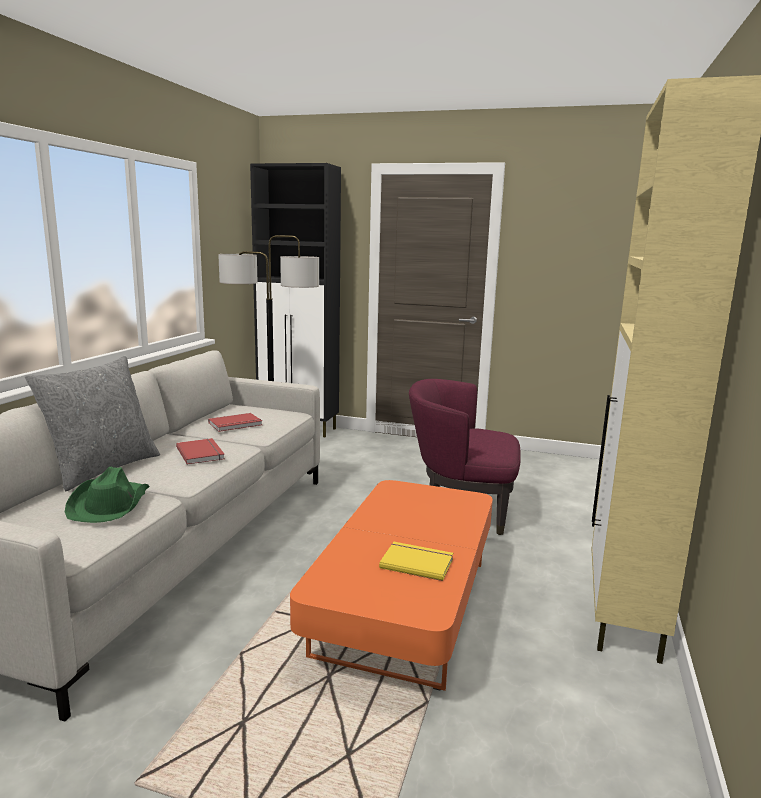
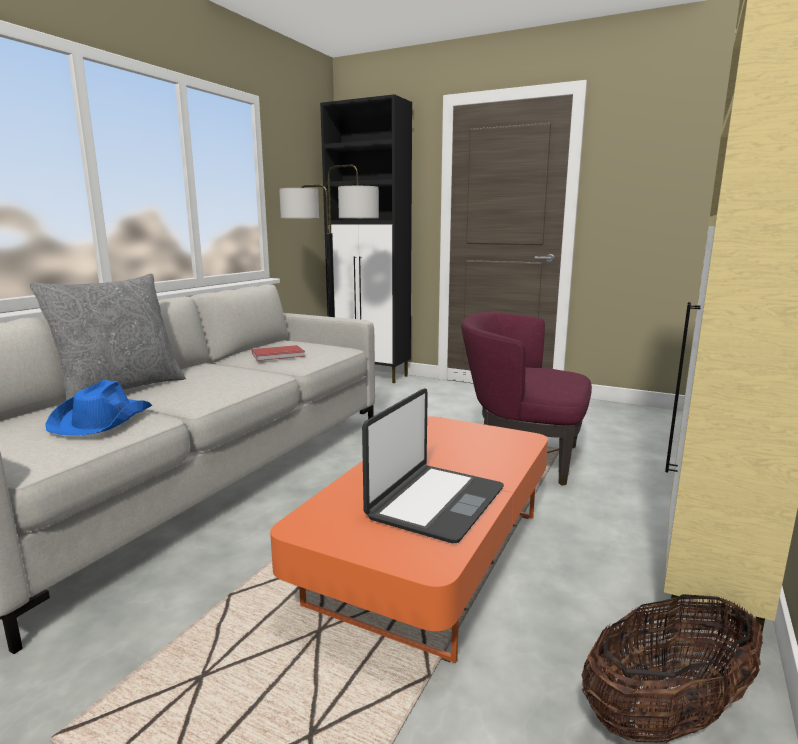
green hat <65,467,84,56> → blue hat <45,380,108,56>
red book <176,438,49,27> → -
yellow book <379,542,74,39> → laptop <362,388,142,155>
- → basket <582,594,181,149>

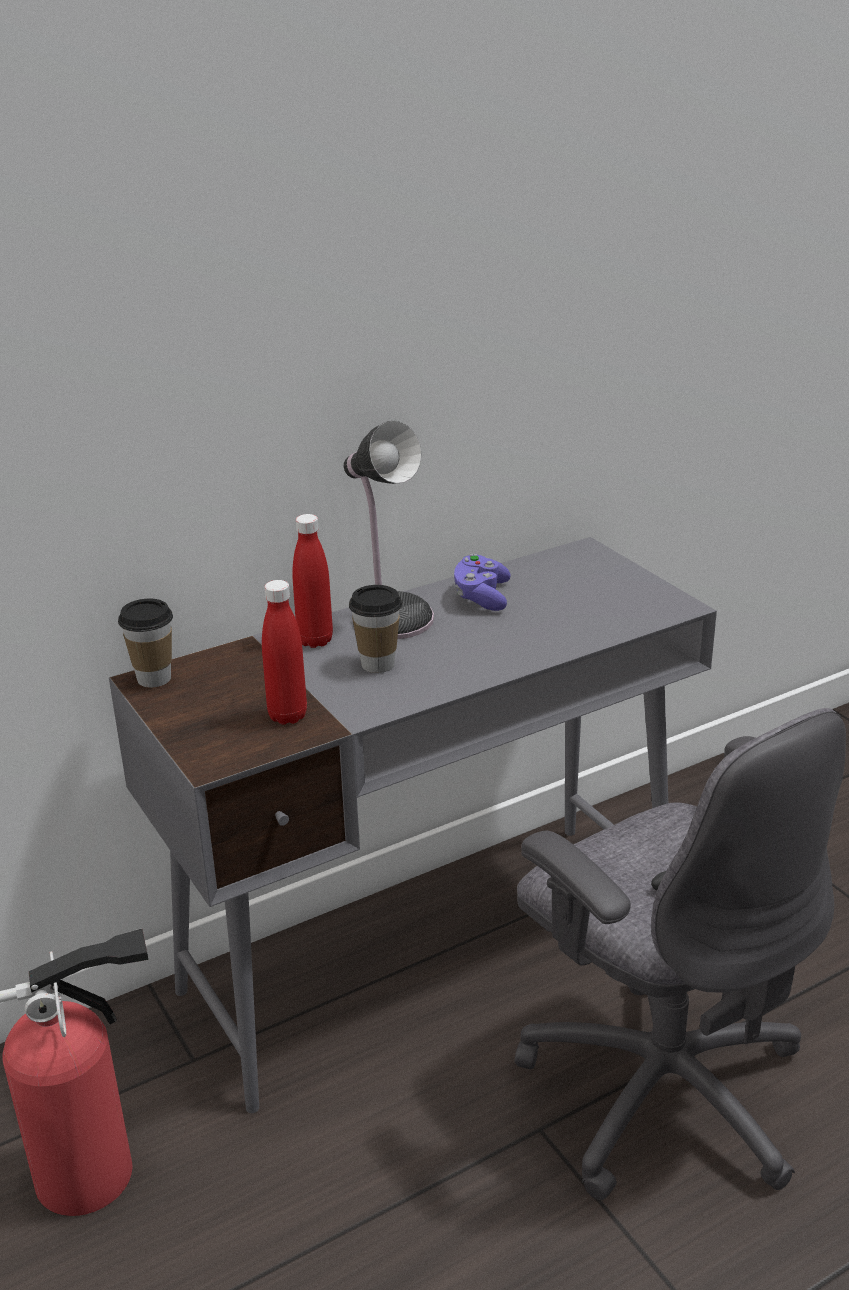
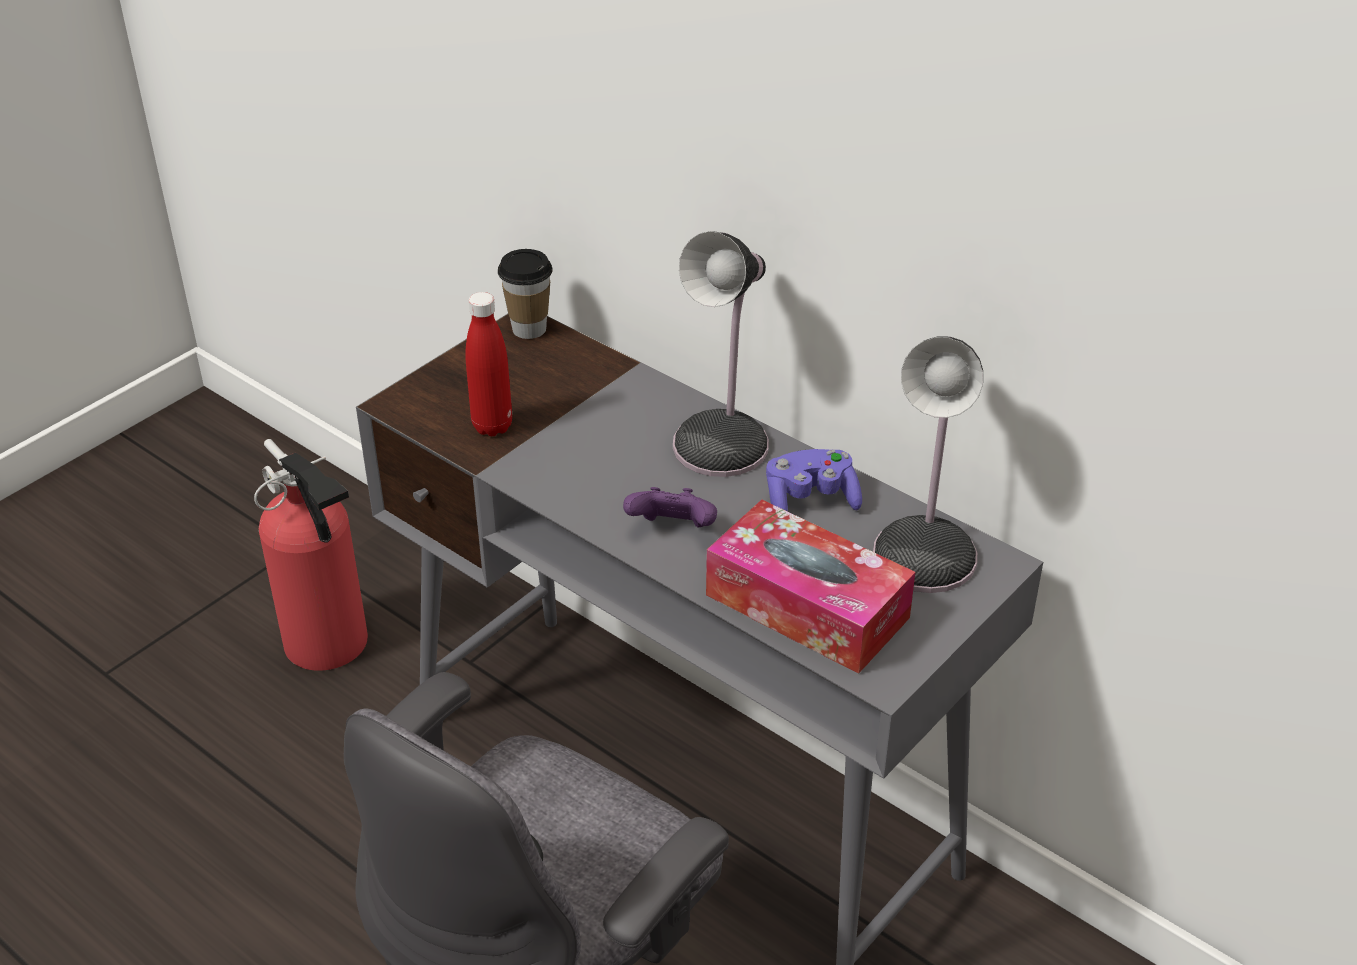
red bottle <292,514,41,134> → -
cup <349,585,53,88> → -
- → purple game controller <623,487,94,40>
- → tissue box <706,500,209,174>
- → table lamp <873,336,110,257>

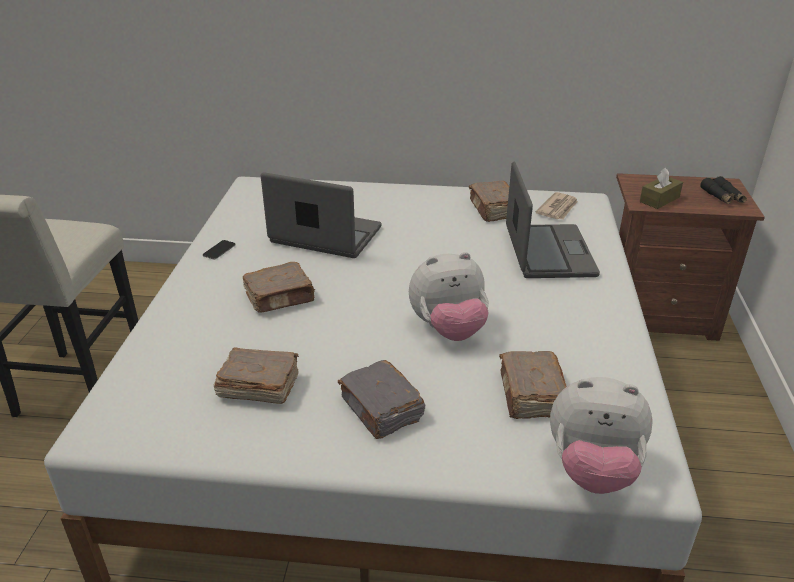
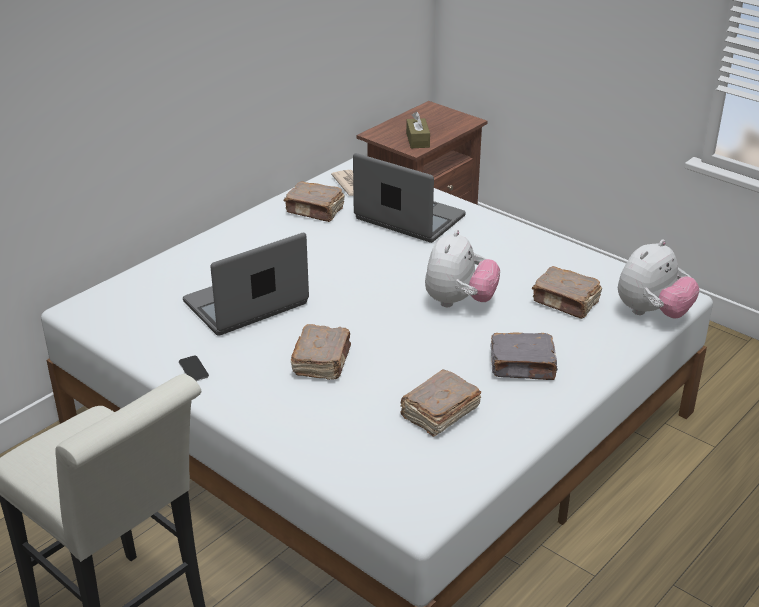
black binoculars <700,176,47,28> → -

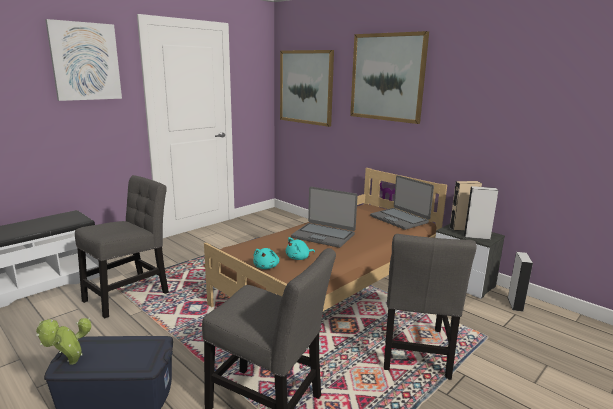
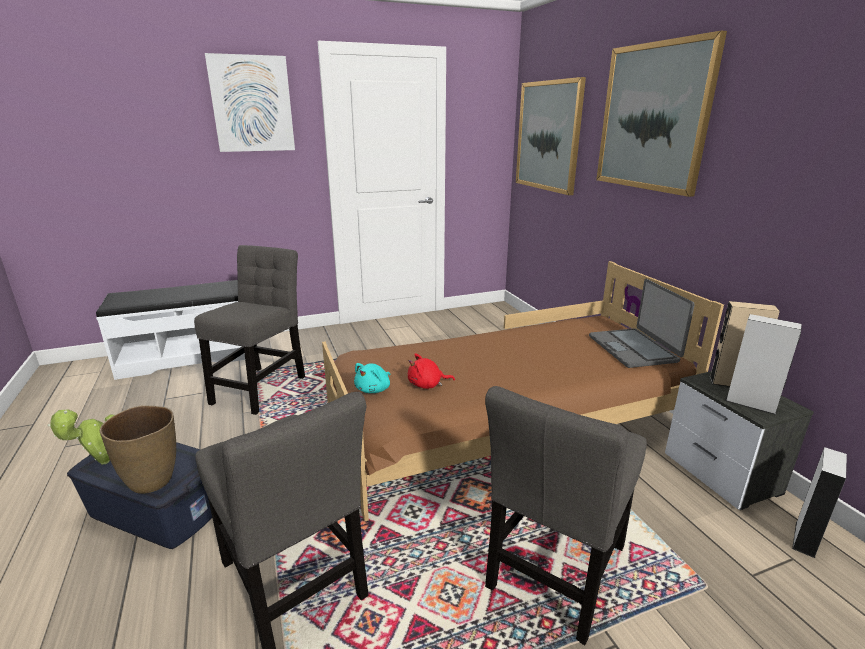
grey chair <75,175,94,143> → grey chair <194,245,111,170>, 45 degrees counterclockwise
turquoise plush toy <286,237,29,23> → red plush toy <408,353,47,36>
laptop <291,187,67,61> → -
- → brown vase <100,405,76,89>

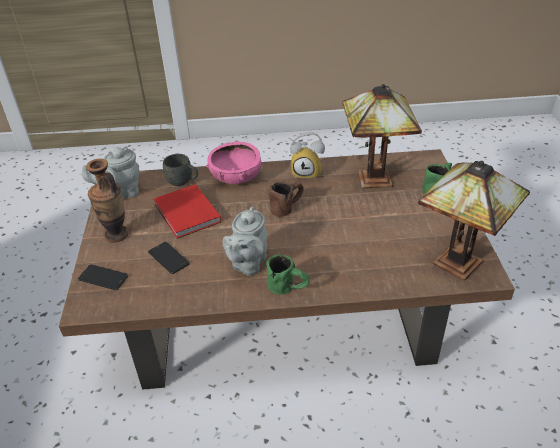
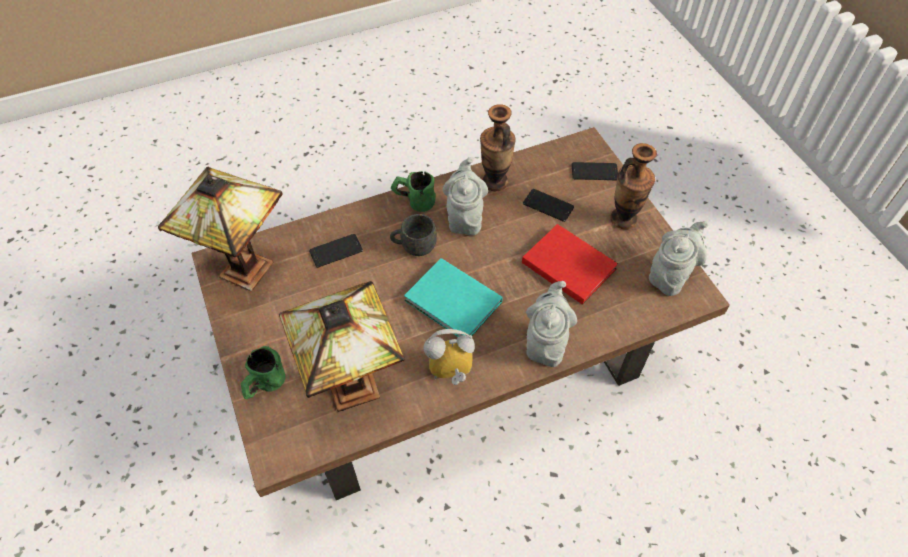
grey mug <163,154,35,32> → grey mug <390,214,47,42>, shifted
pink bowl <206,142,55,42> → grey teapot <526,281,51,86>
brown mug <268,182,36,35> → turquoise book <404,258,99,79>
- → phone <309,234,54,34>
- → vase <480,104,36,87>

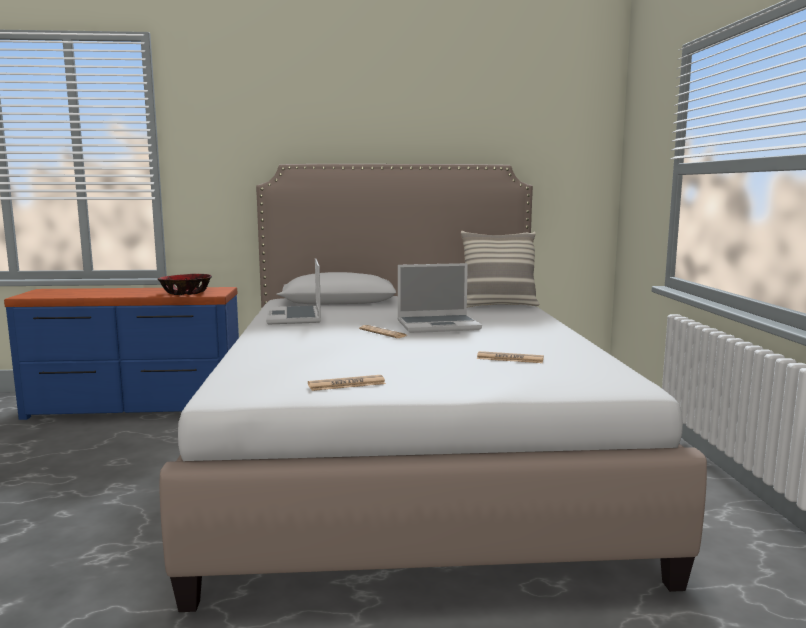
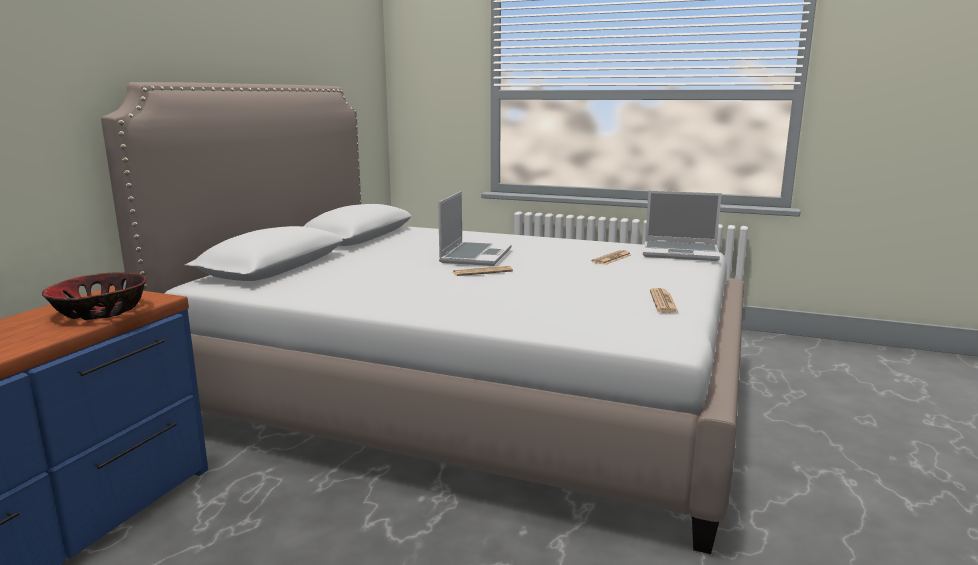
laptop <266,258,55,67> → laptop <643,191,79,70>, shifted
pillow <461,231,79,77> → -

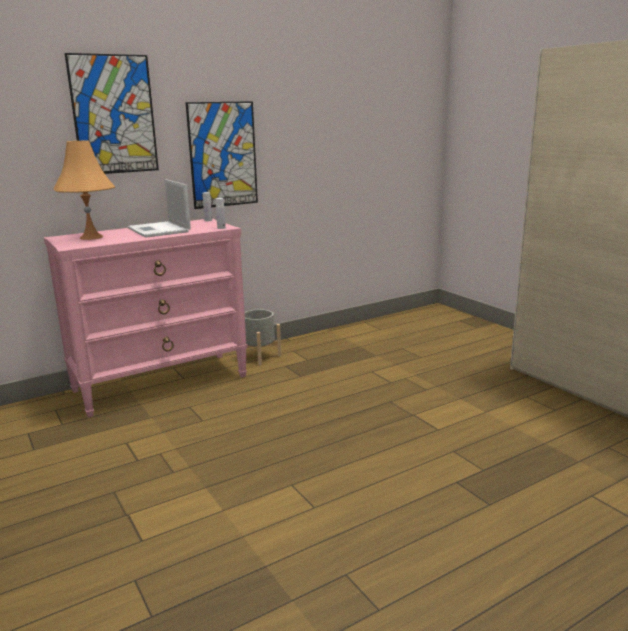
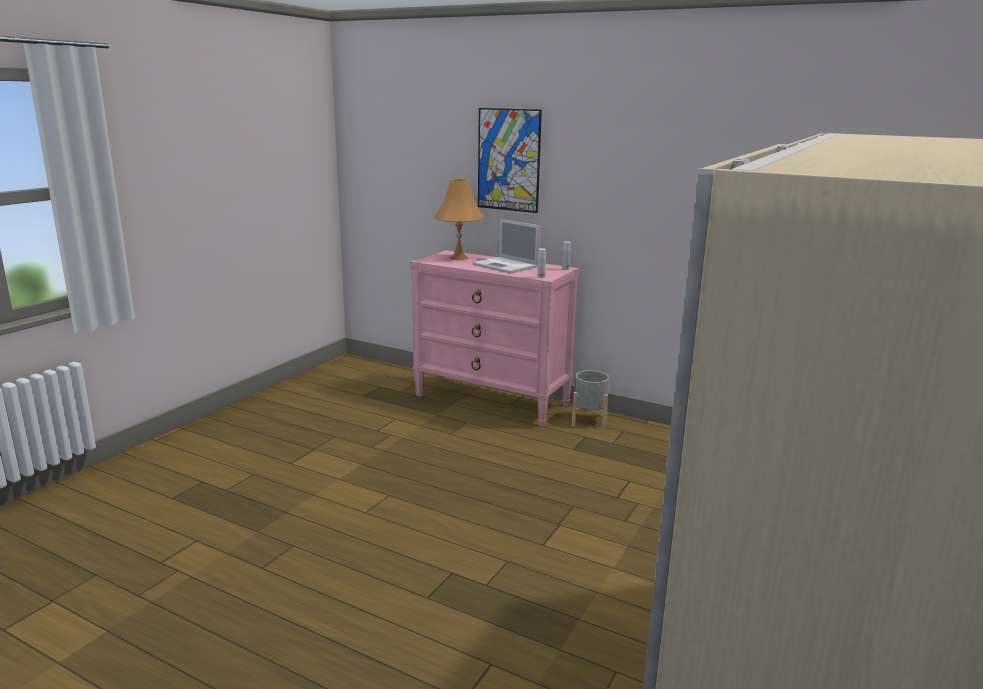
laptop <128,179,63,59> → laptop <472,219,68,55>, 75 degrees counterclockwise
picture <185,101,73,108> → -

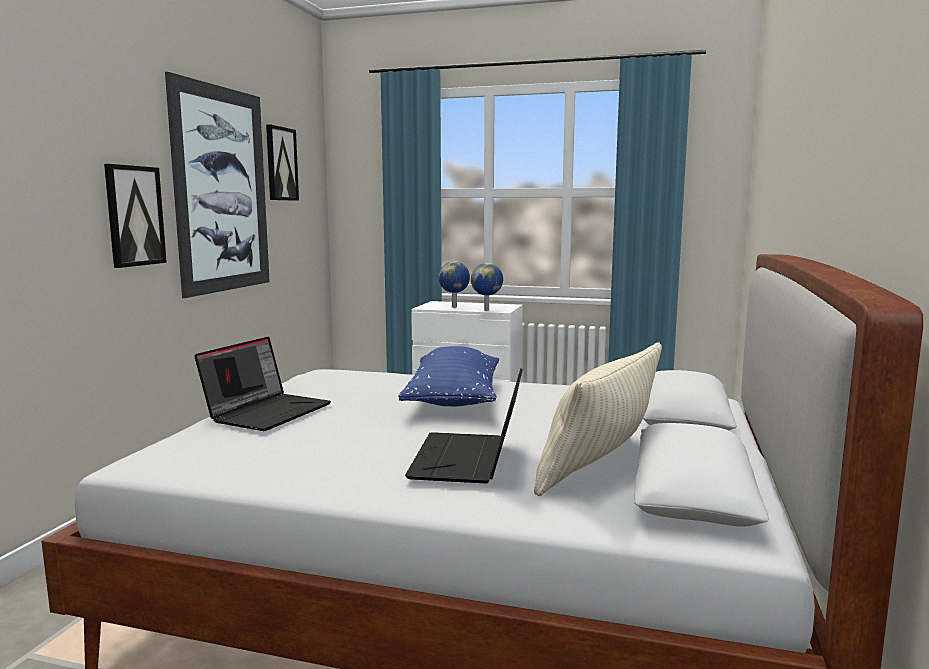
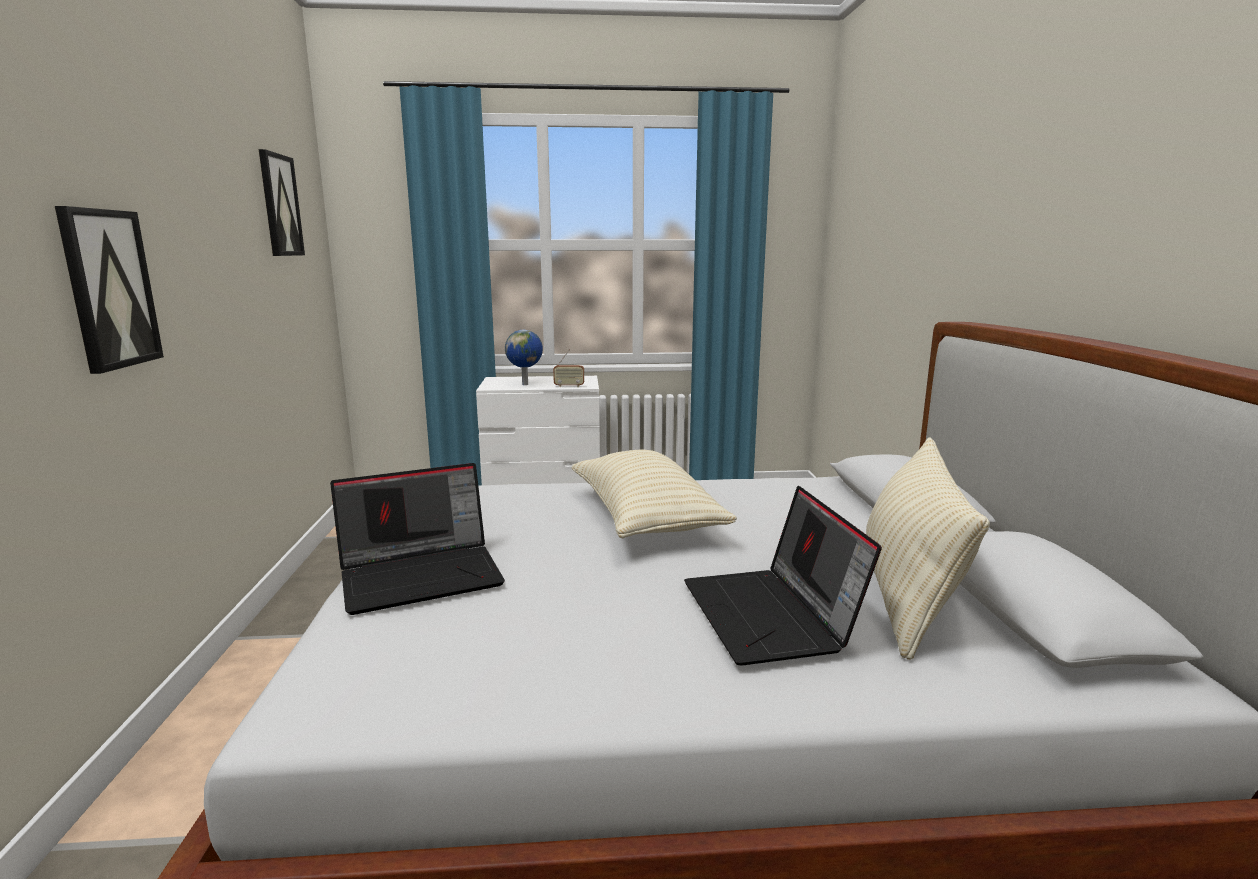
picture <165,72,105,226> → -
laptop <194,337,137,94> → laptop <330,463,175,152>, 60 degrees clockwise
blue pillow <398,346,101,60> → beige pillow <571,450,166,88>
globe <471,263,32,48> → radio <553,350,31,37>

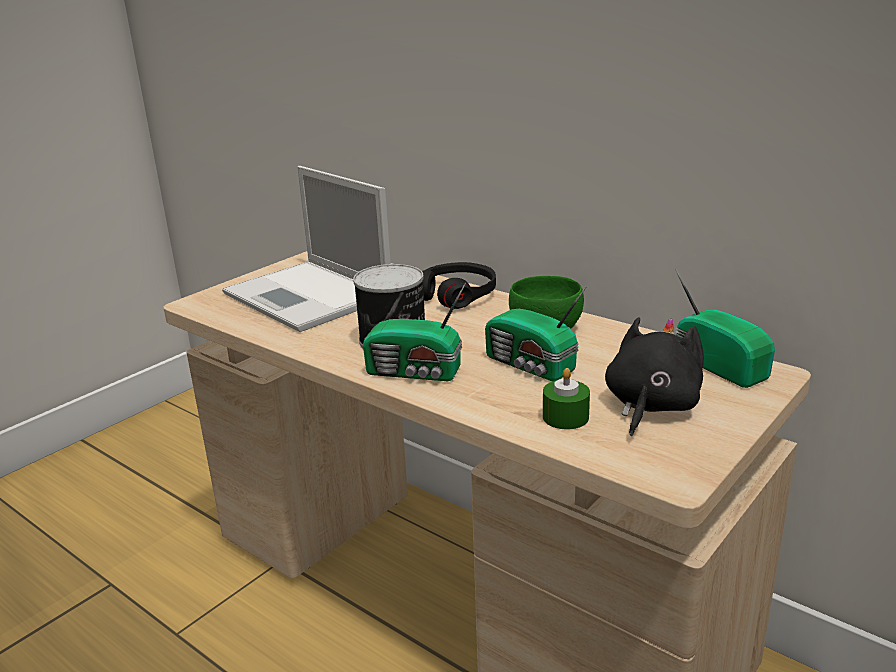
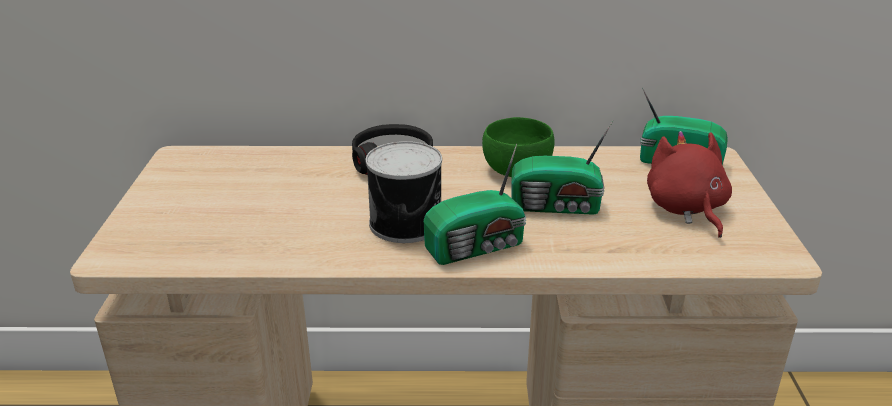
laptop <222,166,169,166> → -
green candle <543,368,47,61> → -
black plush toy <605,317,99,119> → red plush toy <647,131,85,107>

